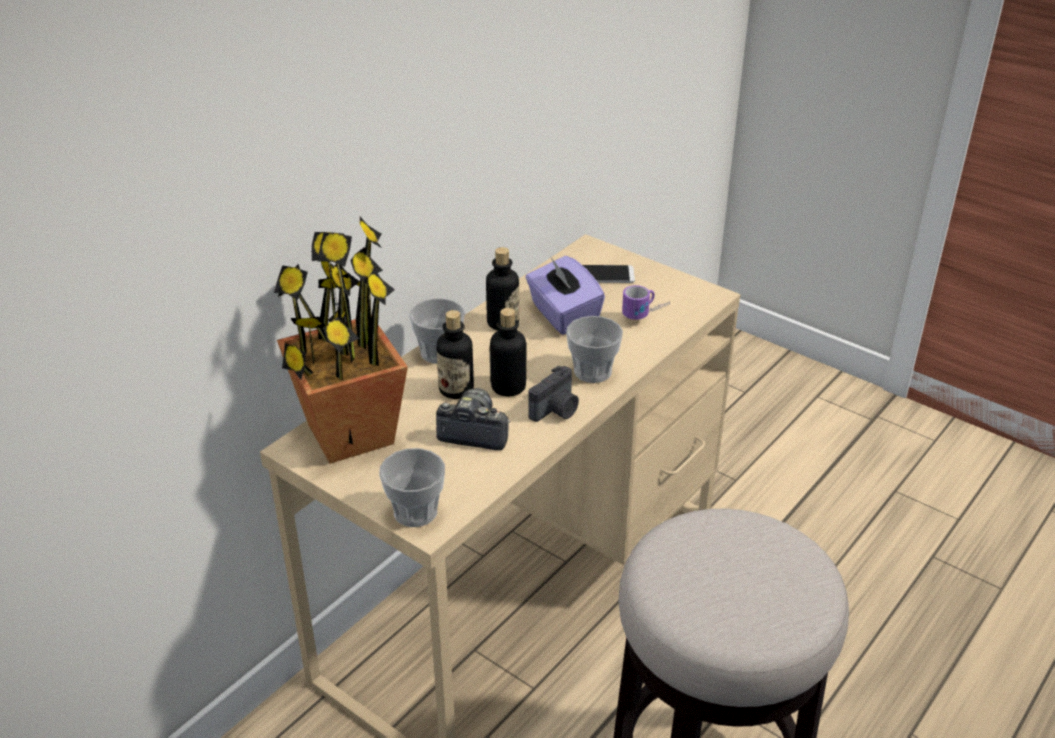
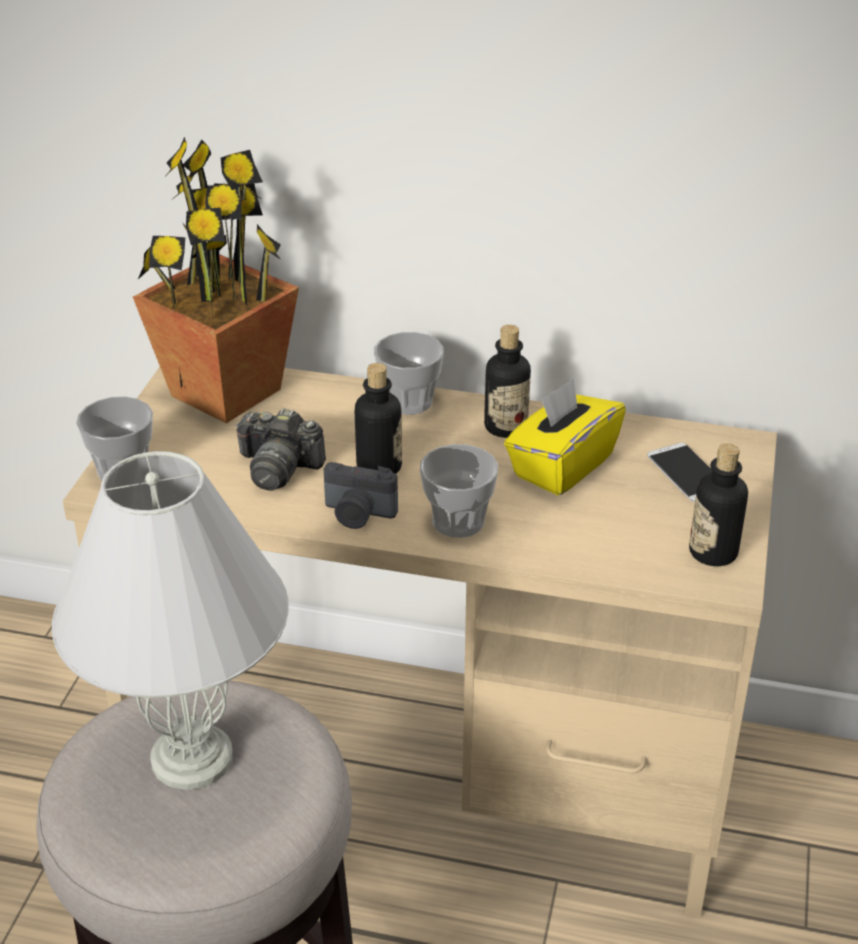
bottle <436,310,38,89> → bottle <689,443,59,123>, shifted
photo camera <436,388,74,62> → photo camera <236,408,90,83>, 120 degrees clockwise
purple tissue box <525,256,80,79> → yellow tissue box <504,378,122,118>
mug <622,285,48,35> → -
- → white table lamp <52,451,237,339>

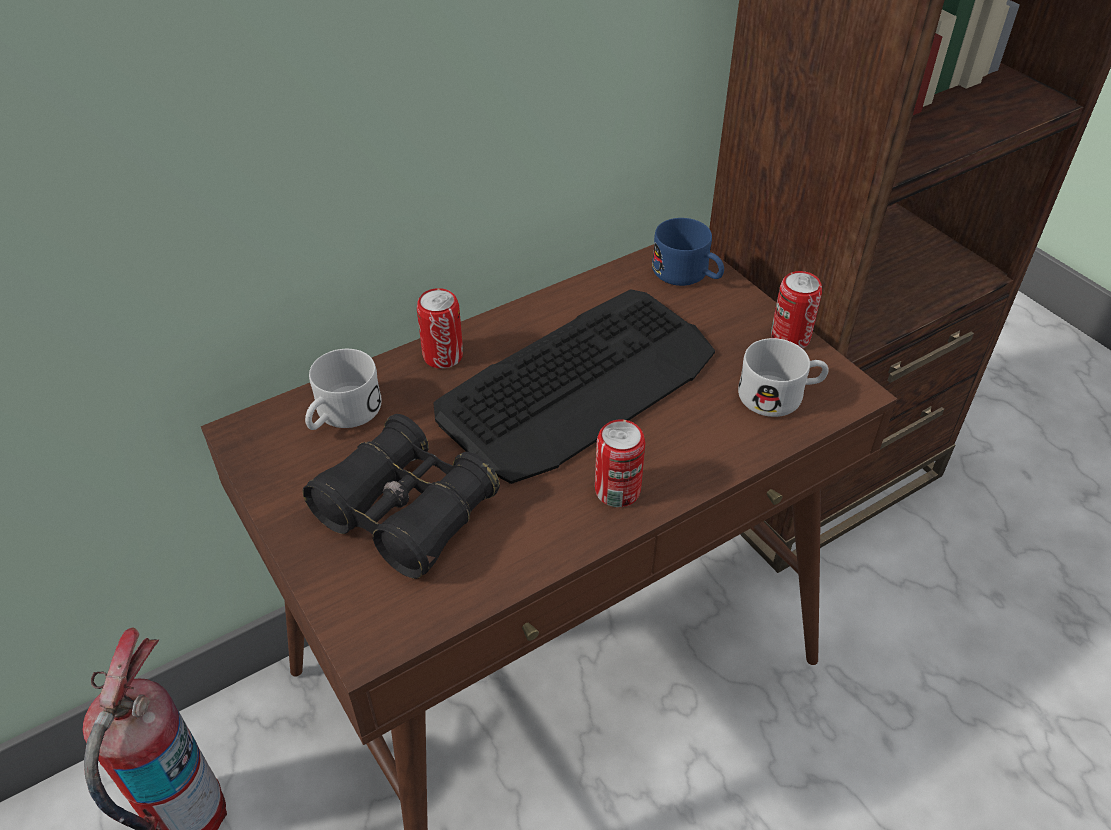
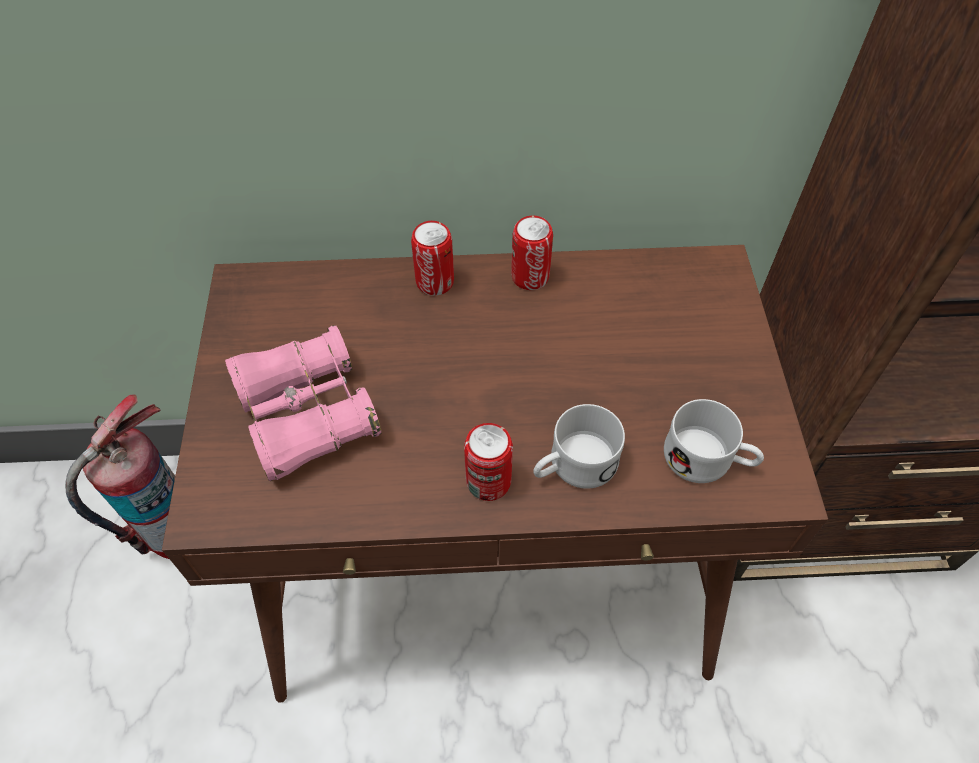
black binoculars <303,414,197,165> → pink binoculars <225,325,157,156>
white mug <305,349,77,81> → white mug <533,404,92,85>, shifted
keyboard <433,289,282,195> → -
blue mug <652,218,72,68> → -
can <771,271,51,78> → can <511,216,42,74>, shifted

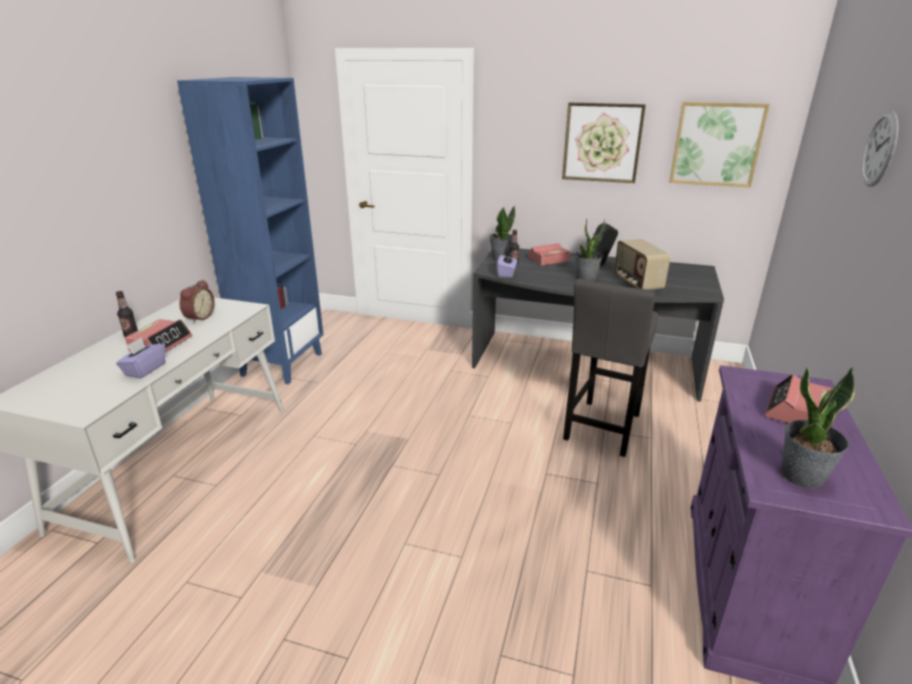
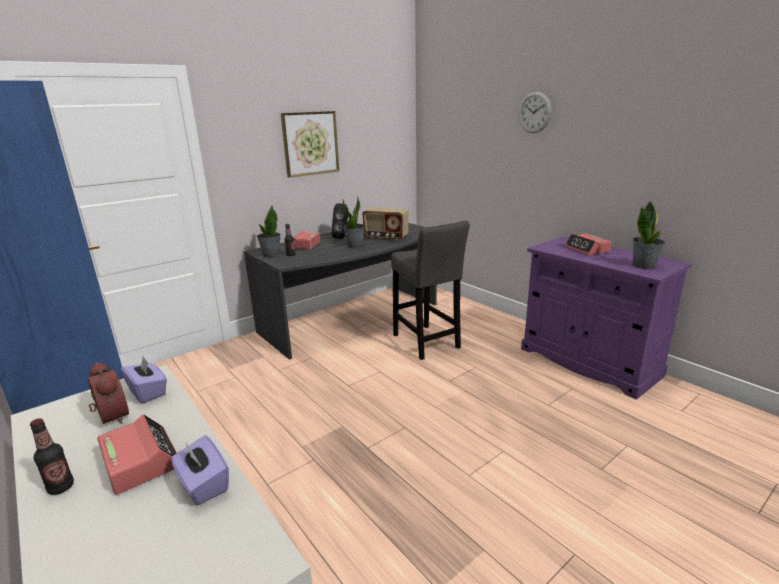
purple tissue box <497,254,20,24> → purple tissue box <121,357,46,47>, shifted
picture <669,102,101,85> → -

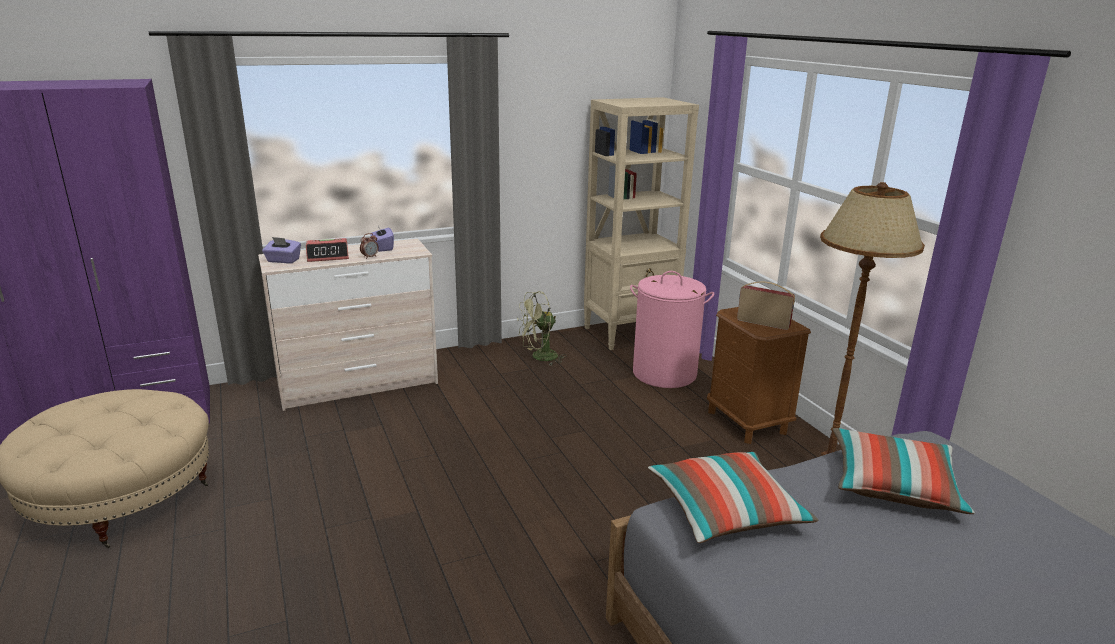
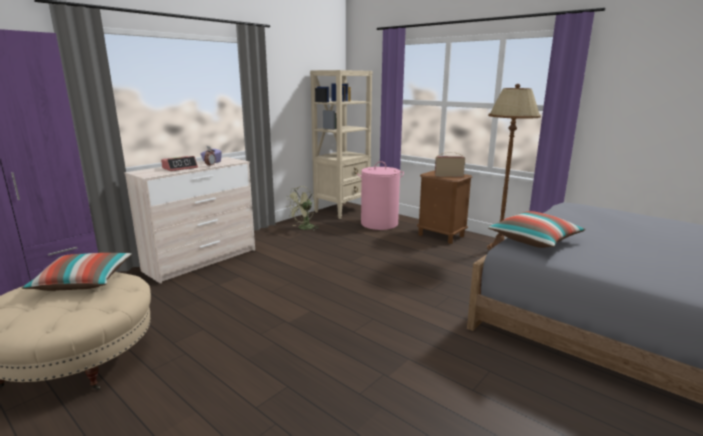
purple tissue box <262,237,39,26> → -
pillow <833,428,142,86> → pillow <22,253,110,38>, shifted

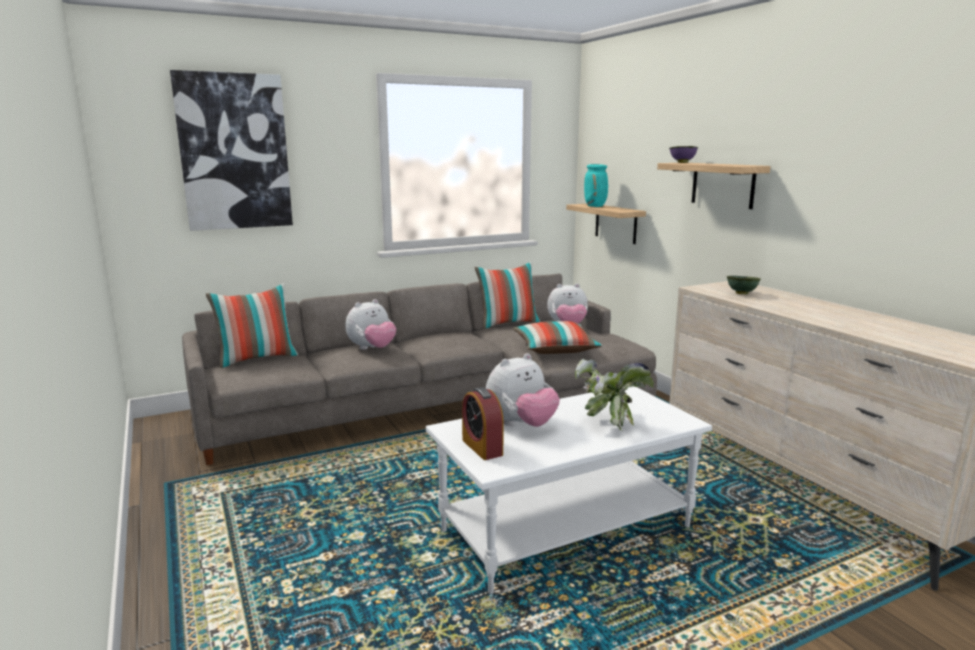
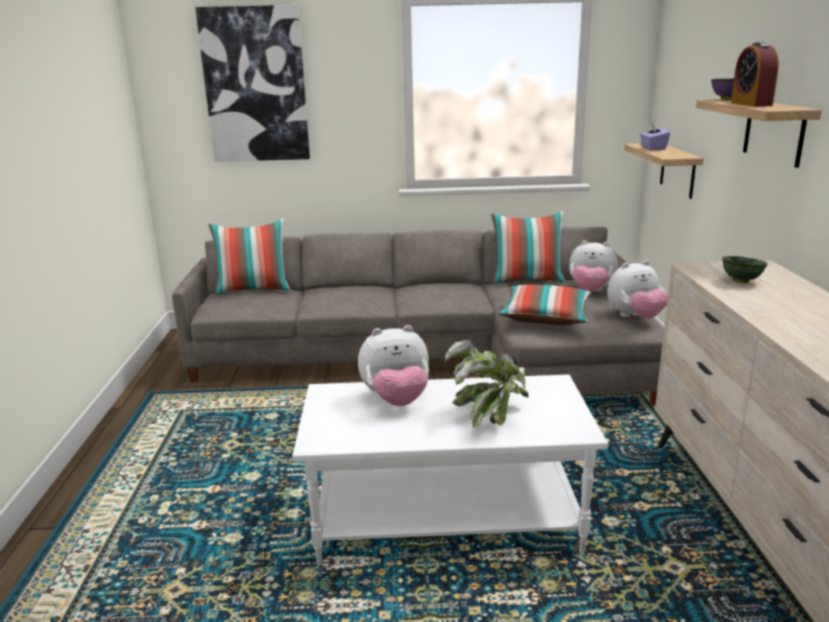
plush toy <345,299,51,51> → plush toy <607,260,61,59>, shifted
alarm clock <462,387,42,73> → alarm clock <731,42,48,65>, shifted
turquoise vase <584,164,24,43> → purple tissue box <640,123,30,27>

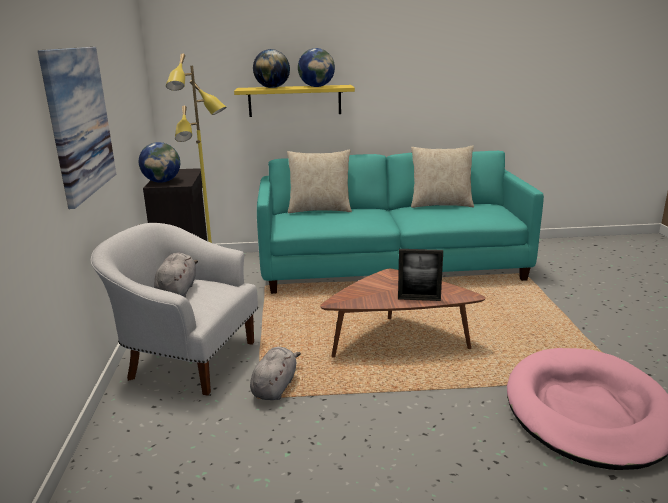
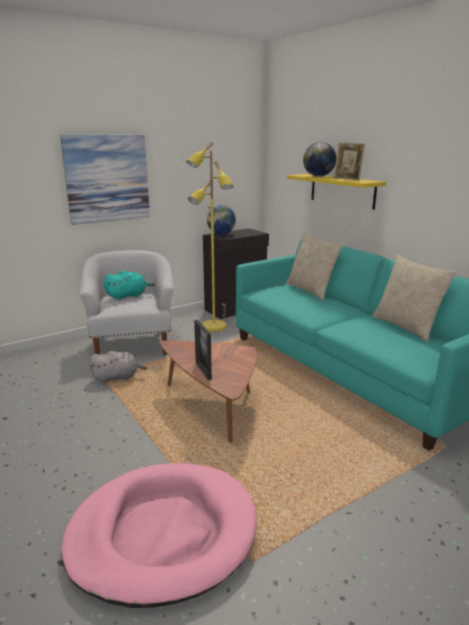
grey plush toy <154,253,44,45> → turquoise plush toy <104,271,51,29>
globe <298,48,37,39> → picture frame <334,142,31,39>

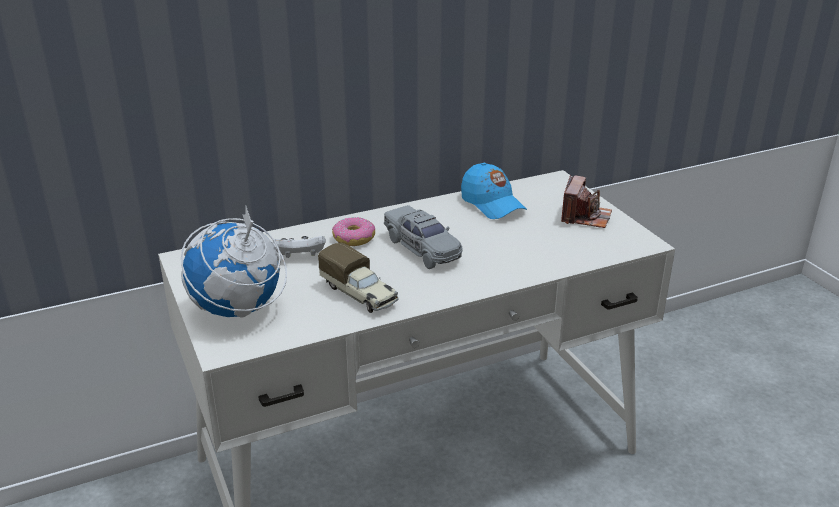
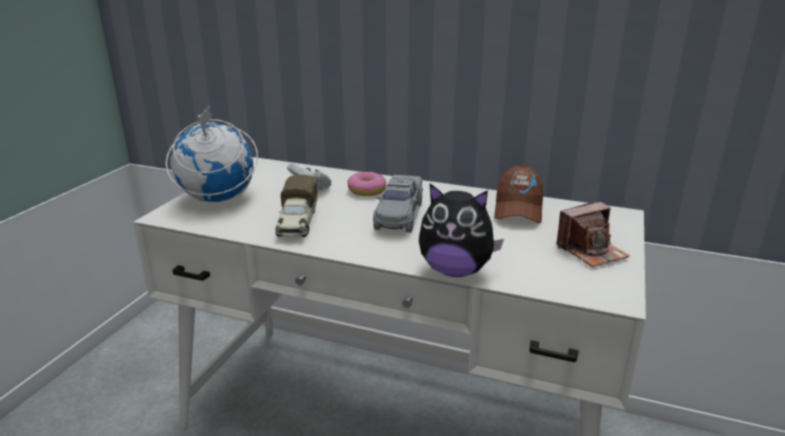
blue cap <461,163,66,56> → brown cap <494,164,50,59>
- → plush toy <419,184,85,93>

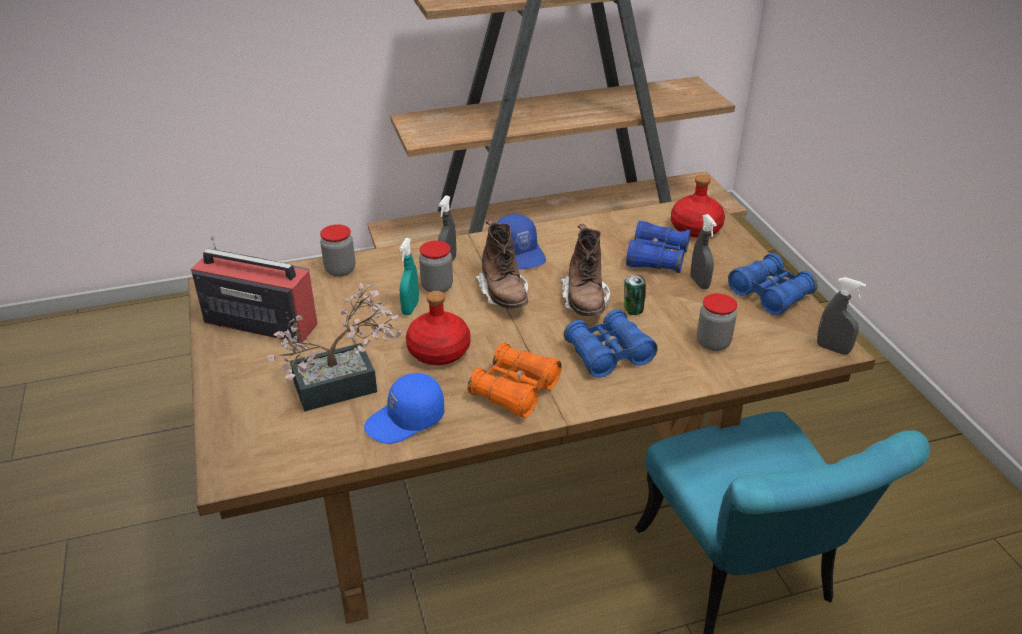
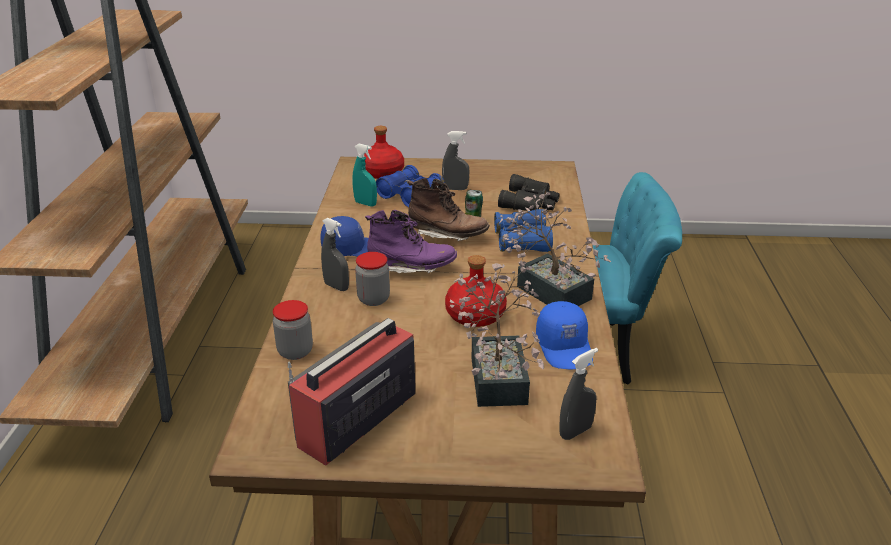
turquoise spray bottle <399,238,20,77> → turquoise spray bottle <352,144,25,62>, shifted
orange binoculars <467,342,95,76> → potted plant <499,192,112,114>
brown boot <475,219,53,90> → purple boot <365,210,92,64>
jar <697,293,40,58> → black binoculars <498,174,62,37>
blue binoculars <728,253,90,62> → -
grey spray bottle <817,277,49,78> → grey spray bottle <559,348,39,92>, shifted

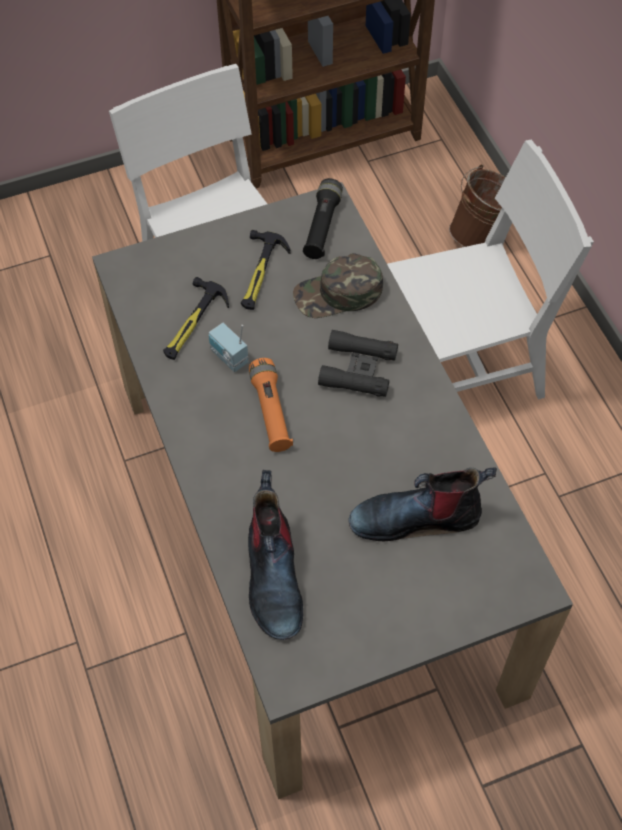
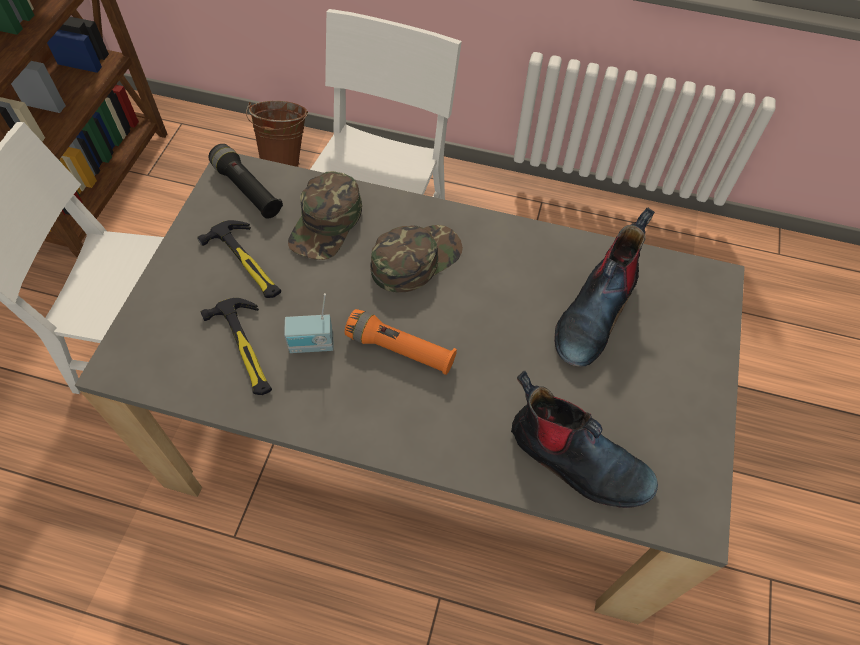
black binoculars <318,330,80,67> → green cap <370,225,93,68>

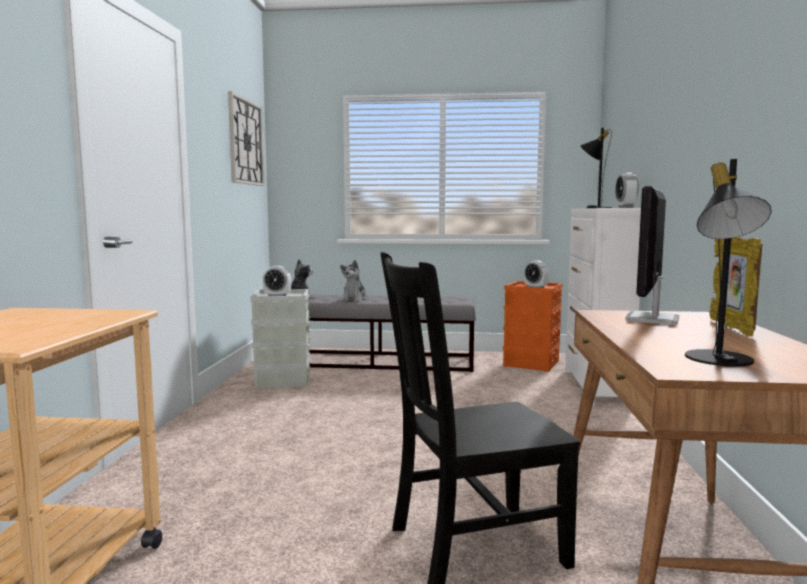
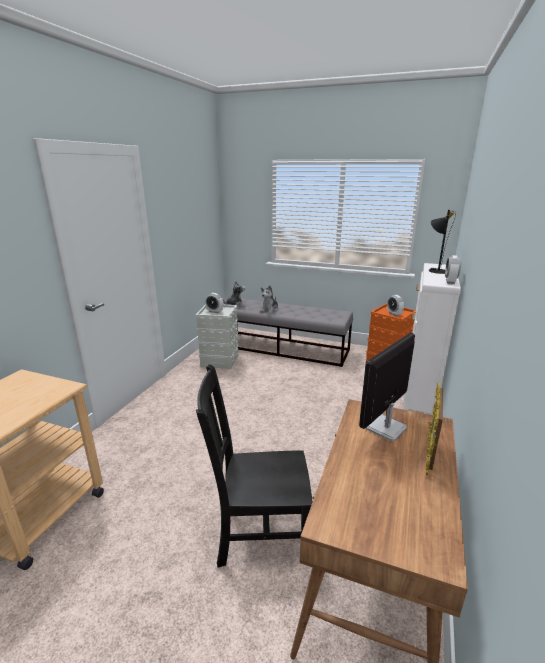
wall clock <228,91,36,95> → -
black table lamp <685,159,86,208> → -

